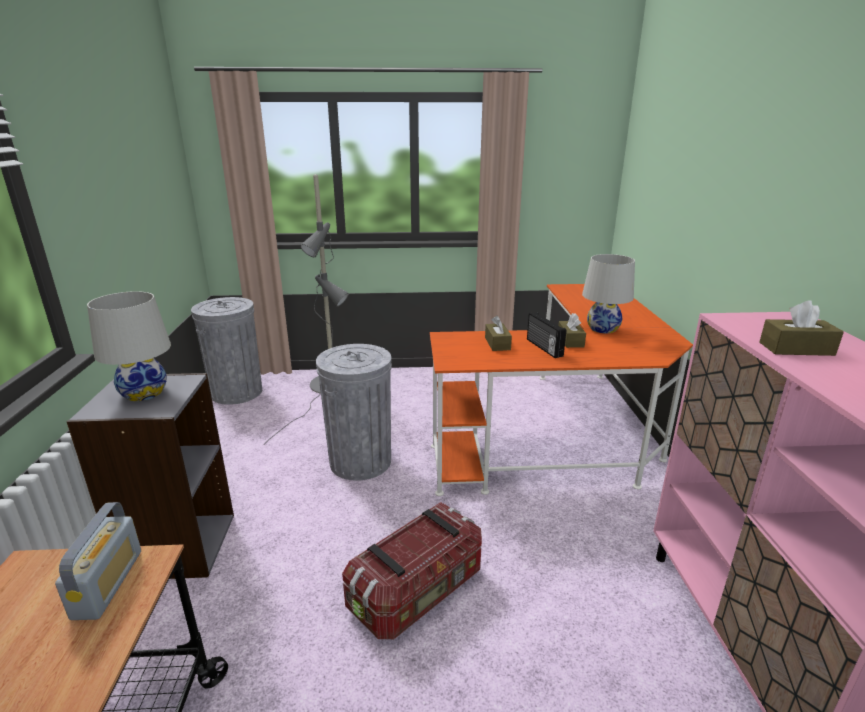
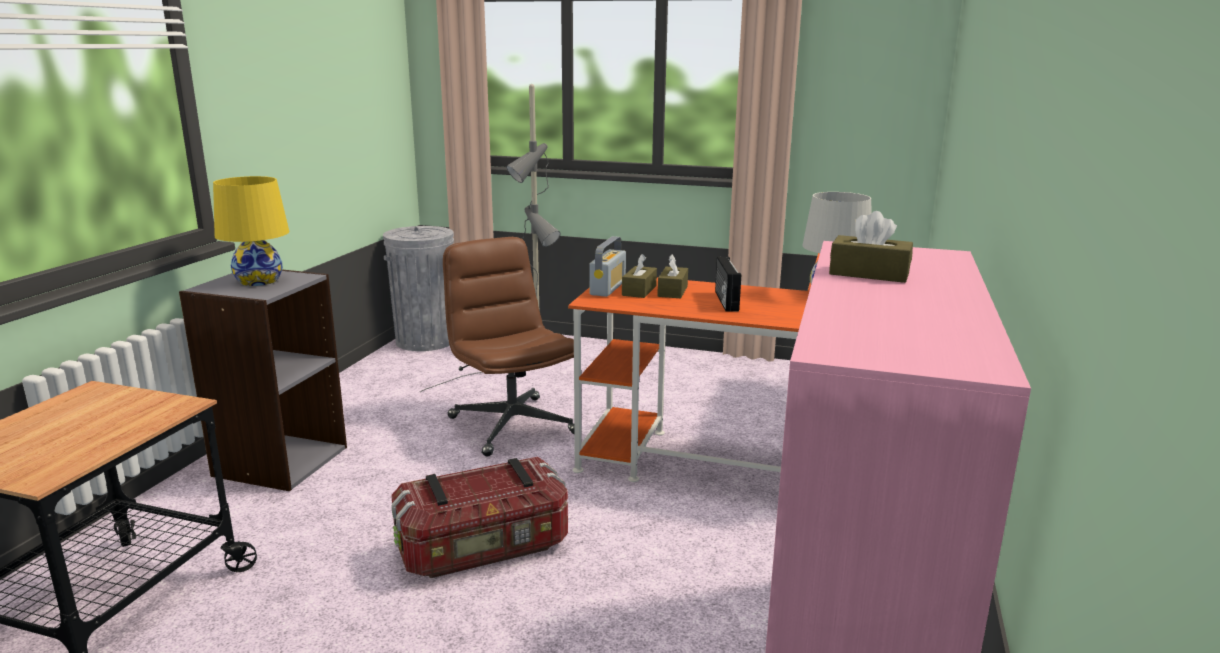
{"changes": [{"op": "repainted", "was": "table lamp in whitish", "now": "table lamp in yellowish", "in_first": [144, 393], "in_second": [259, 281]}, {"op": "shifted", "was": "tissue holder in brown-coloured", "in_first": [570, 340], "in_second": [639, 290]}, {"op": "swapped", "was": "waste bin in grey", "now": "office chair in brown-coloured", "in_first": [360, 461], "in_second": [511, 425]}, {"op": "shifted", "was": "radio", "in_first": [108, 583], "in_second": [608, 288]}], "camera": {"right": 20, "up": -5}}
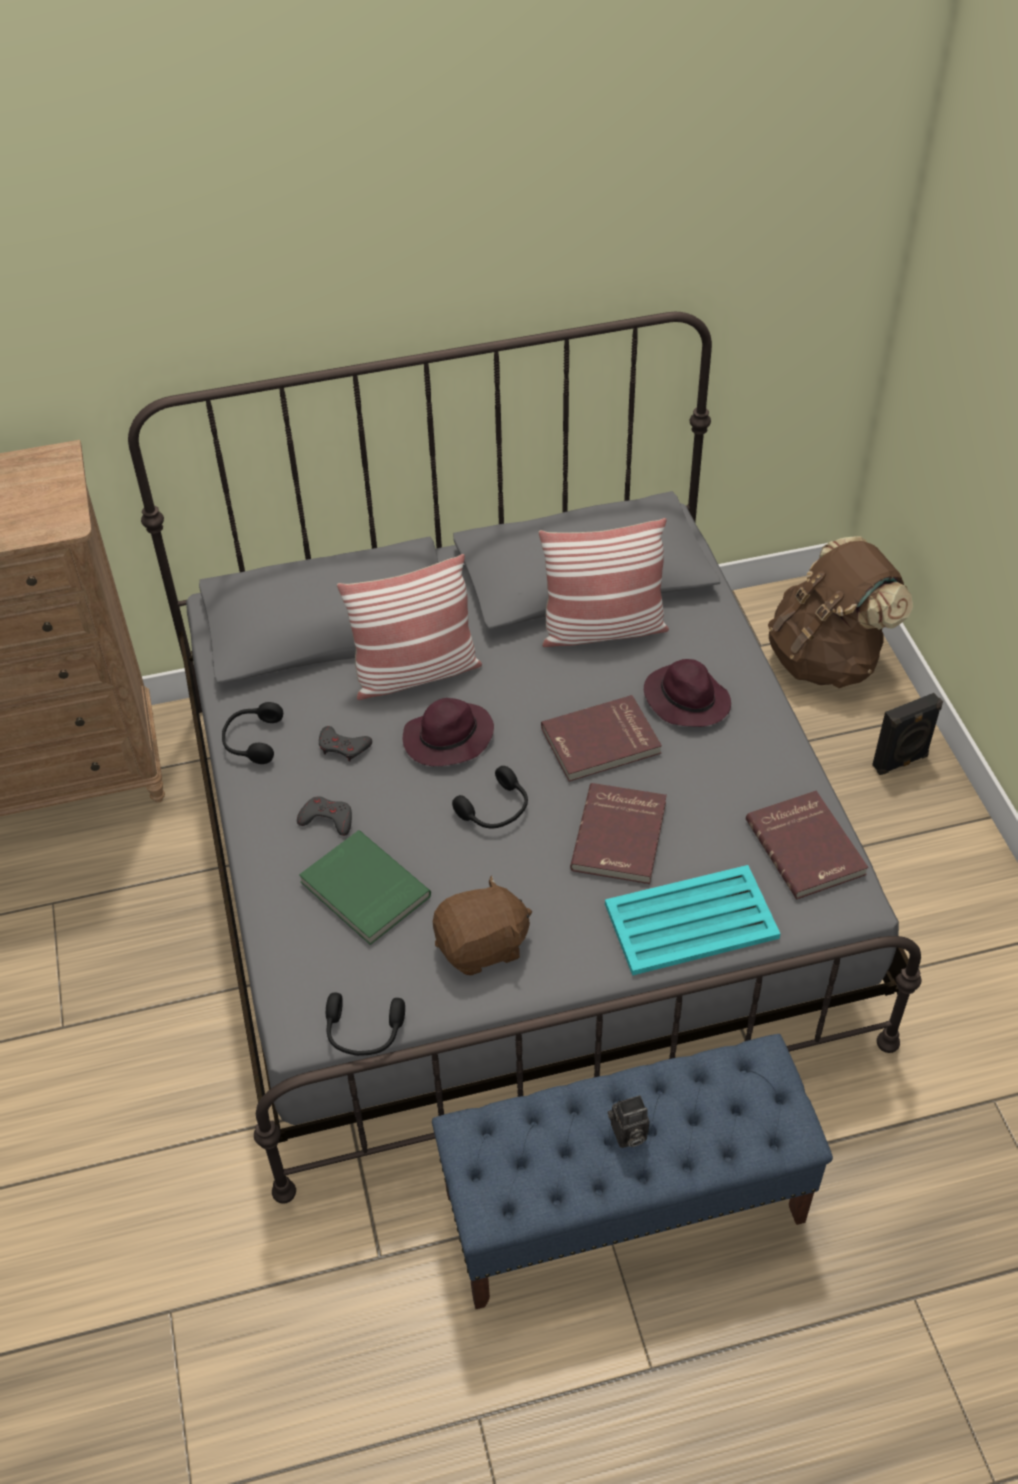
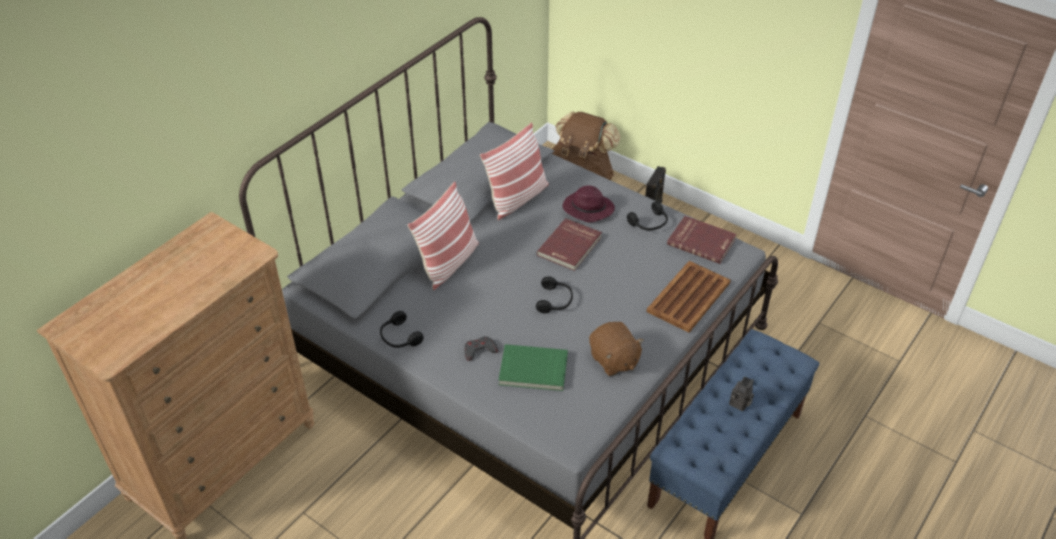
{"changes": [{"op": "gone", "was": "wearable hat in purple", "in_first": [447, 739]}, {"op": "gone", "was": "gamepad in grey", "in_first": [343, 747]}, {"op": "gone", "was": "book in red-coloured", "in_first": [621, 836]}, {"op": "repainted", "was": "tray in turquoise", "now": "tray in brown-coloured", "in_first": [689, 921], "in_second": [688, 297]}, {"op": "rotated", "was": "soft toy in brown-coloured", "in_first": [482, 946], "in_second": [613, 360], "clockwise": 120}, {"op": "shifted", "was": "headphones in black", "in_first": [363, 1033], "in_second": [649, 223]}], "camera": {"right": -40, "up": -5}}
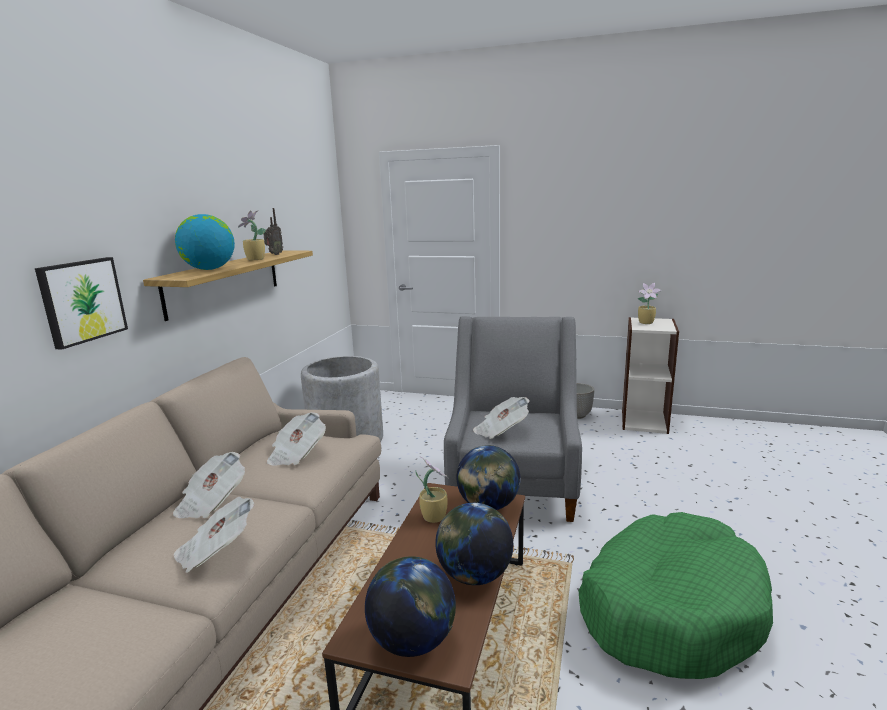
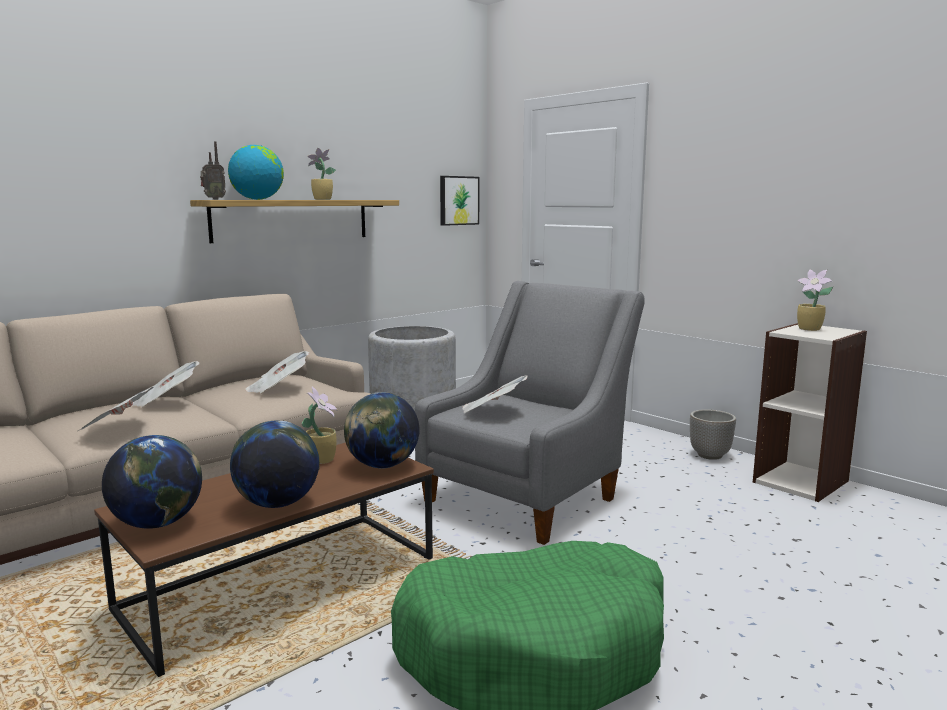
{"changes": [{"op": "shifted", "was": "radio", "in_first": [274, 254], "in_second": [213, 199]}, {"op": "shifted", "was": "picture", "in_first": [82, 301], "in_second": [458, 200]}], "camera": {"right": 30, "up": -5}}
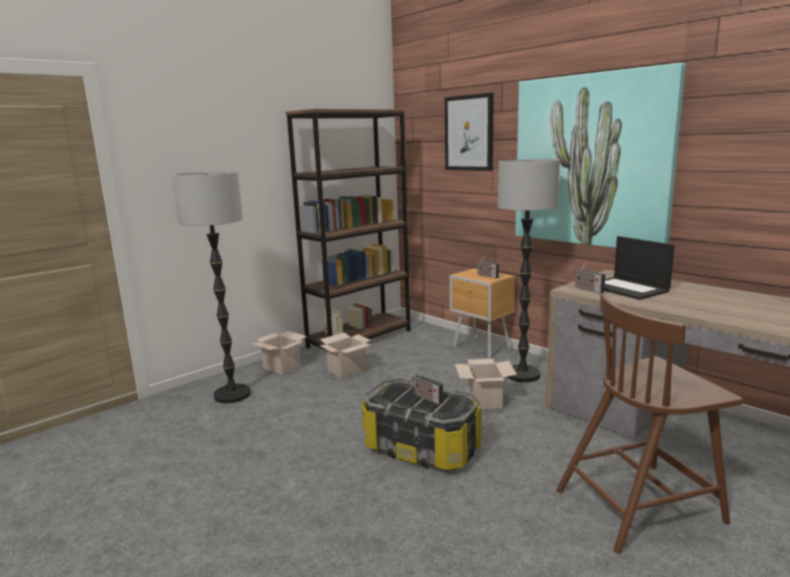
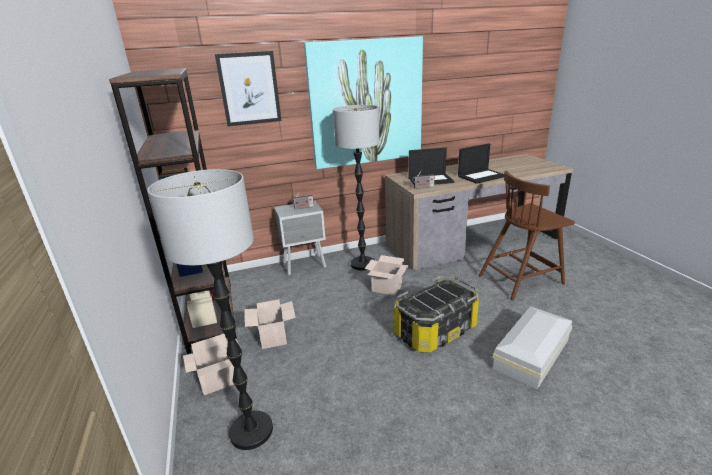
{"changes": [{"op": "repainted", "was": "nightstand in brown-coloured", "now": "nightstand in grey", "in_first": [482, 348], "in_second": [305, 265]}, {"op": "rotated", "was": "upright chair in brown-coloured", "in_first": [640, 505], "in_second": [521, 279], "clockwise": 60}, {"op": "gone", "was": "radio", "in_first": [426, 398]}, {"op": "new", "now": "laptop", "in_second": [482, 176]}, {"op": "new", "now": "storage bin in whitish", "in_second": [533, 353]}], "camera": {"right": -65, "up": 10}}
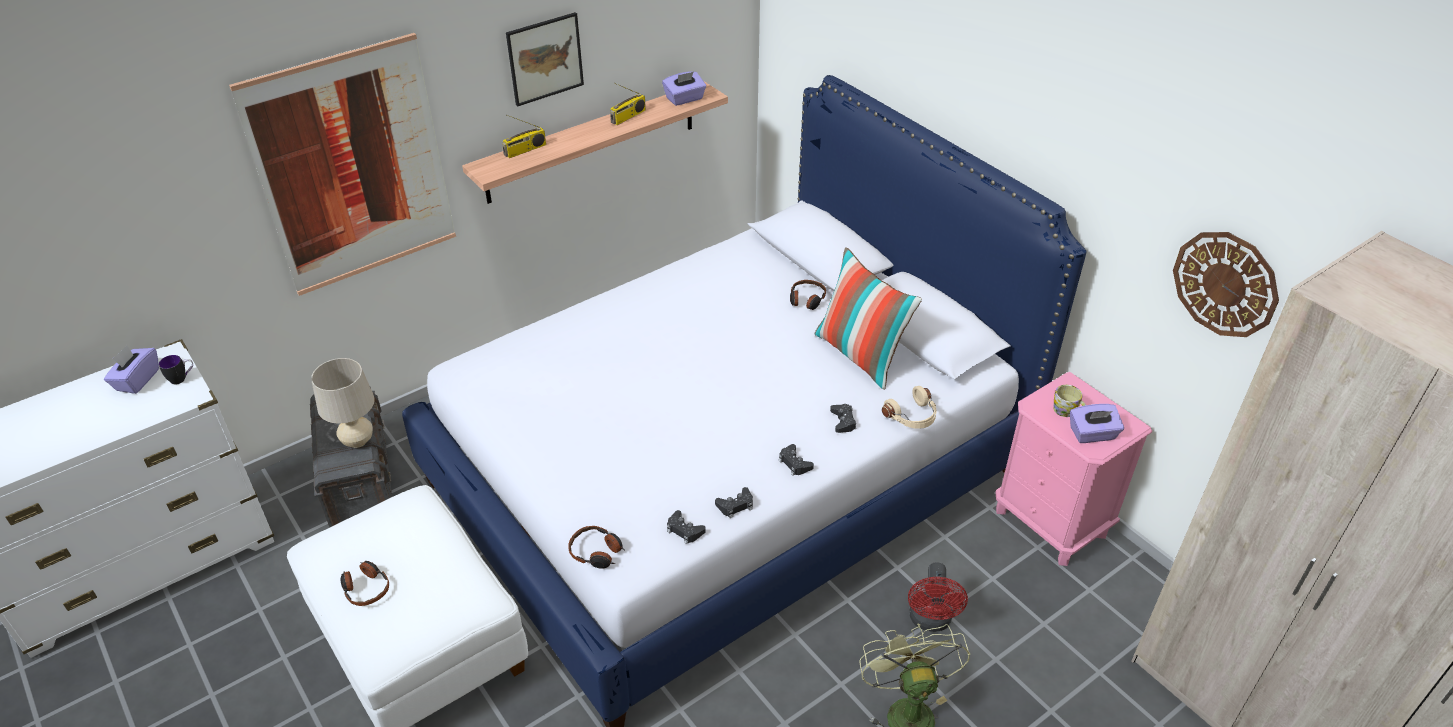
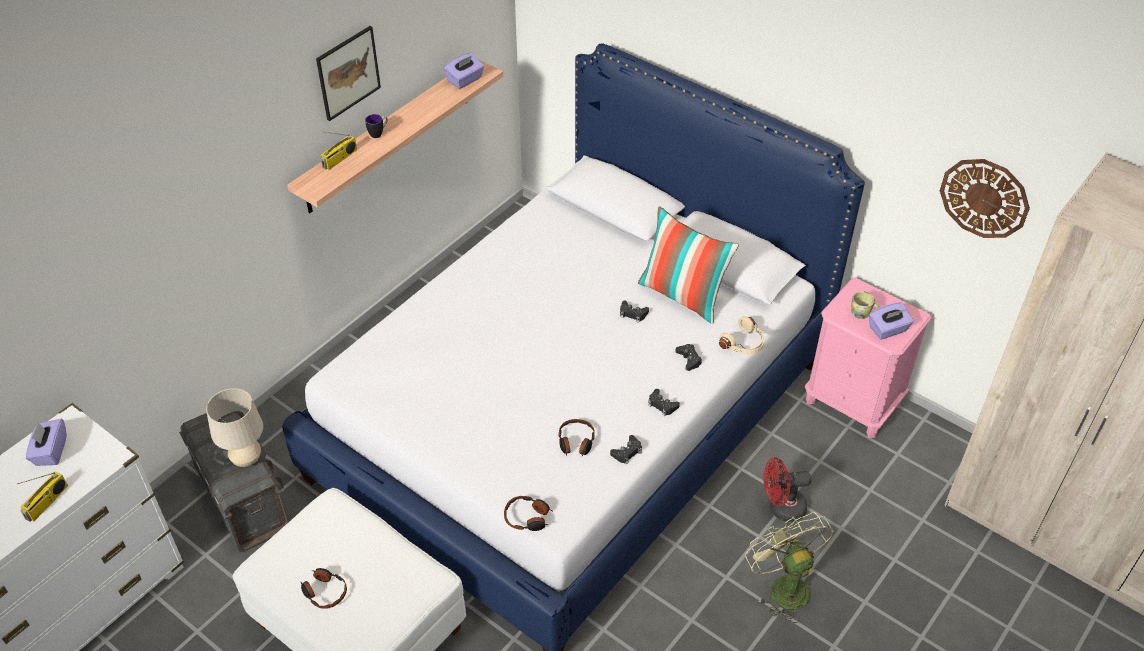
{"changes": [{"op": "gone", "was": "picture", "in_first": [353, 167]}, {"op": "shifted", "was": "radio", "in_first": [628, 117], "in_second": [47, 503]}, {"op": "shifted", "was": "headphones", "in_first": [806, 300], "in_second": [576, 442]}, {"op": "shifted", "was": "mug", "in_first": [182, 379], "in_second": [378, 133]}, {"op": "shifted", "was": "gamepad in black", "in_first": [684, 530], "in_second": [632, 314]}, {"op": "rotated", "was": "cooling fan in red-coloured", "in_first": [930, 621], "in_second": [781, 508], "clockwise": 90}], "camera": {"right": -15, "up": 5}}
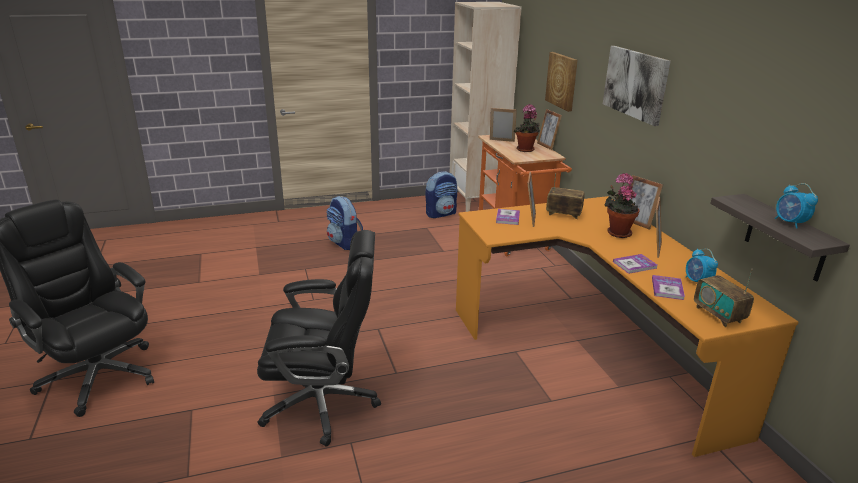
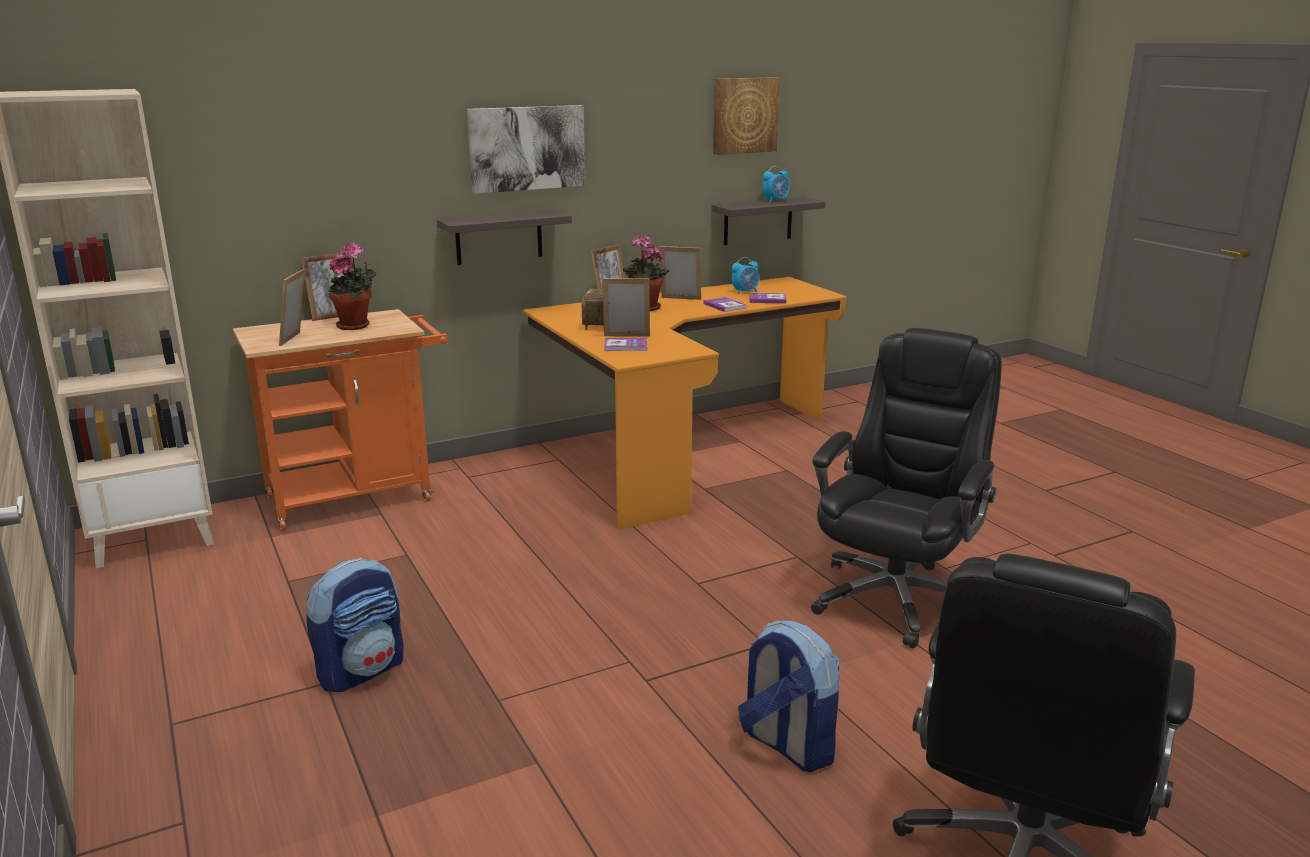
{"changes": [{"op": "shifted", "was": "picture", "in_first": [562, 81], "in_second": [744, 115]}, {"op": "shifted", "was": "knapsack", "in_first": [441, 213], "in_second": [787, 745]}, {"op": "rotated", "was": "office chair in black", "in_first": [323, 403], "in_second": [895, 597], "clockwise": 45}, {"op": "gone", "was": "radio", "in_first": [718, 315]}, {"op": "new", "now": "bracket shelf", "in_second": [499, 237]}], "camera": {"right": -100, "up": -5}}
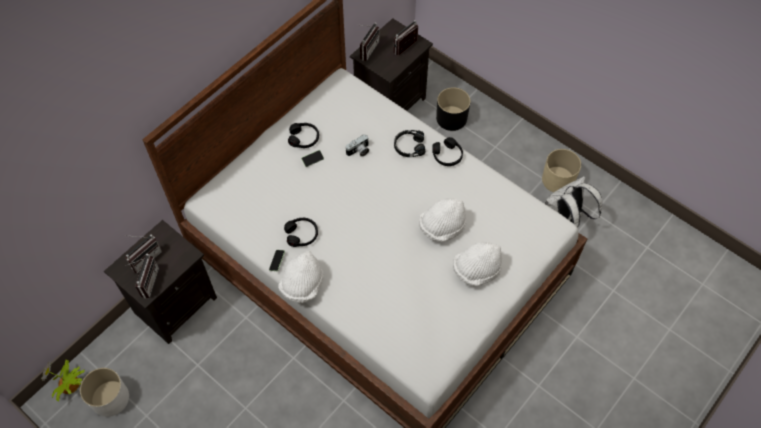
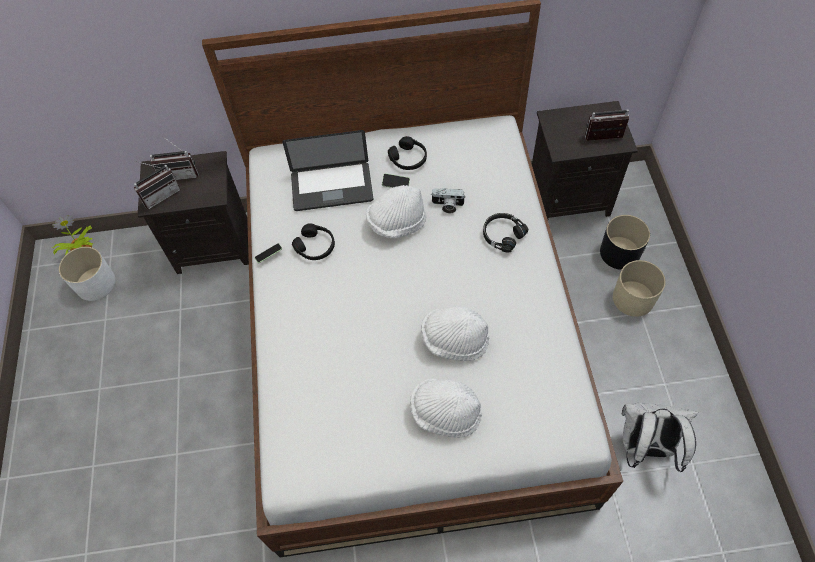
{"changes": [{"op": "gone", "was": "radio", "in_first": [366, 49]}, {"op": "gone", "was": "headphones in black", "in_first": [447, 155]}, {"op": "shifted", "was": "flower pot in beige", "in_first": [558, 180], "in_second": [633, 299]}, {"op": "shifted", "was": "wearable hat in whitish", "in_first": [302, 285], "in_second": [396, 223]}, {"op": "new", "now": "laptop", "in_second": [332, 187]}], "camera": {"right": 45, "up": 0}}
